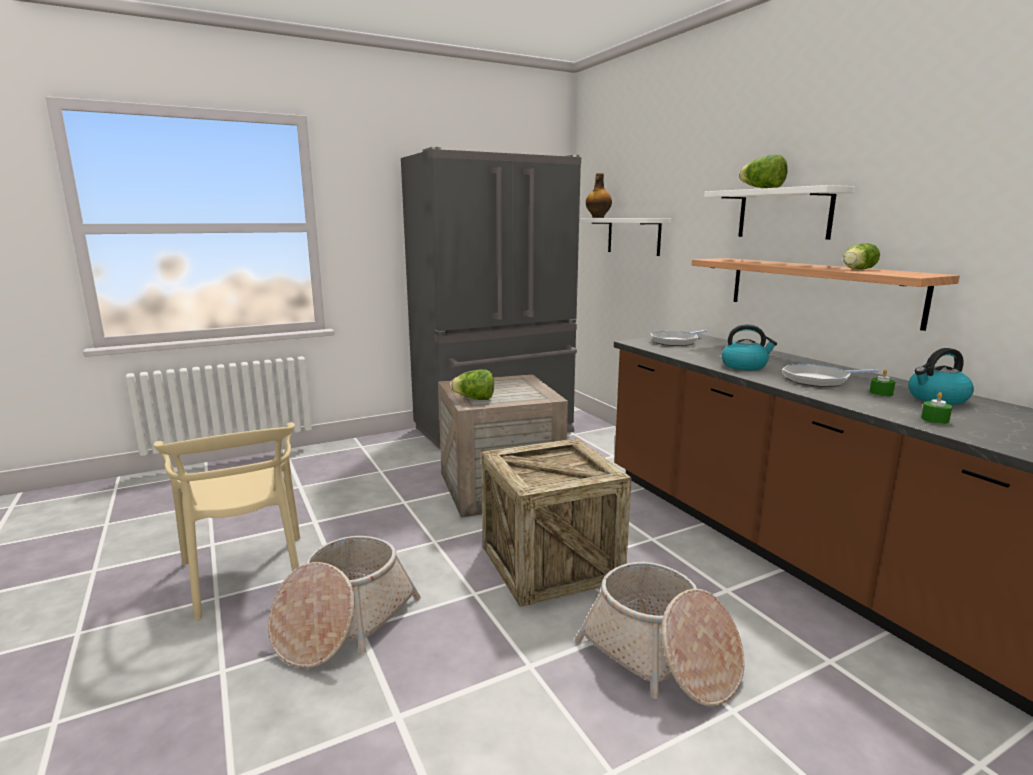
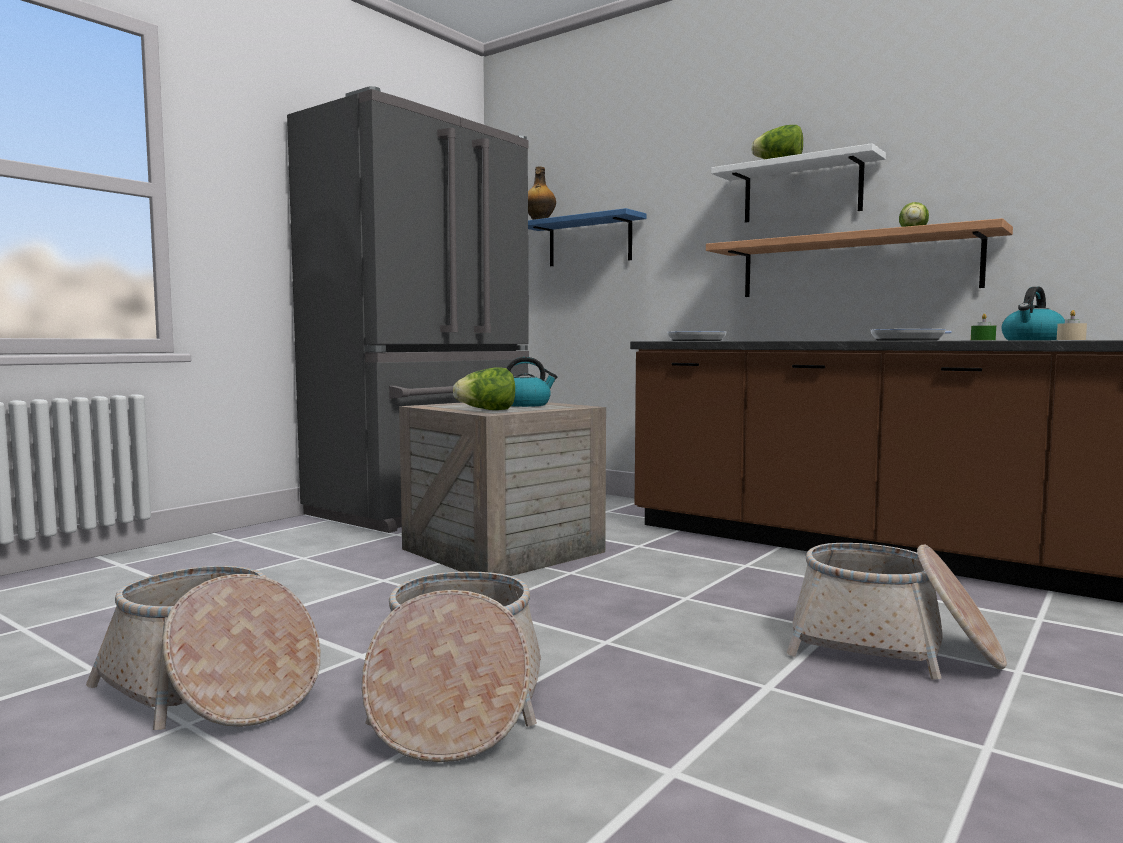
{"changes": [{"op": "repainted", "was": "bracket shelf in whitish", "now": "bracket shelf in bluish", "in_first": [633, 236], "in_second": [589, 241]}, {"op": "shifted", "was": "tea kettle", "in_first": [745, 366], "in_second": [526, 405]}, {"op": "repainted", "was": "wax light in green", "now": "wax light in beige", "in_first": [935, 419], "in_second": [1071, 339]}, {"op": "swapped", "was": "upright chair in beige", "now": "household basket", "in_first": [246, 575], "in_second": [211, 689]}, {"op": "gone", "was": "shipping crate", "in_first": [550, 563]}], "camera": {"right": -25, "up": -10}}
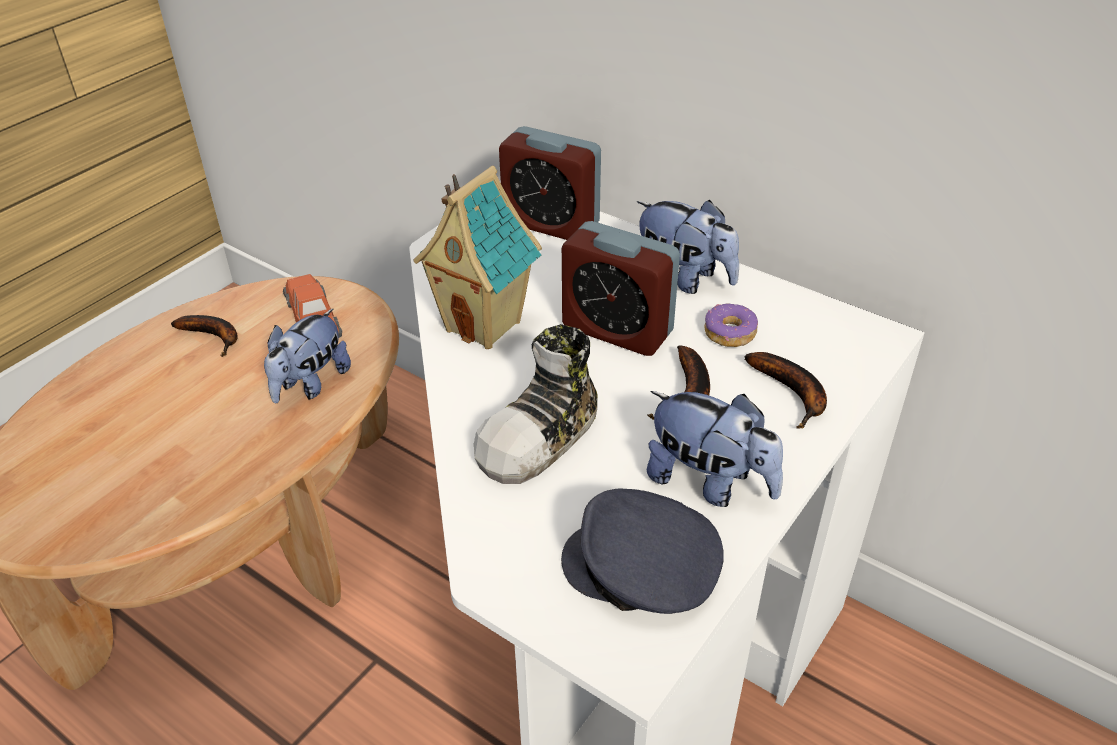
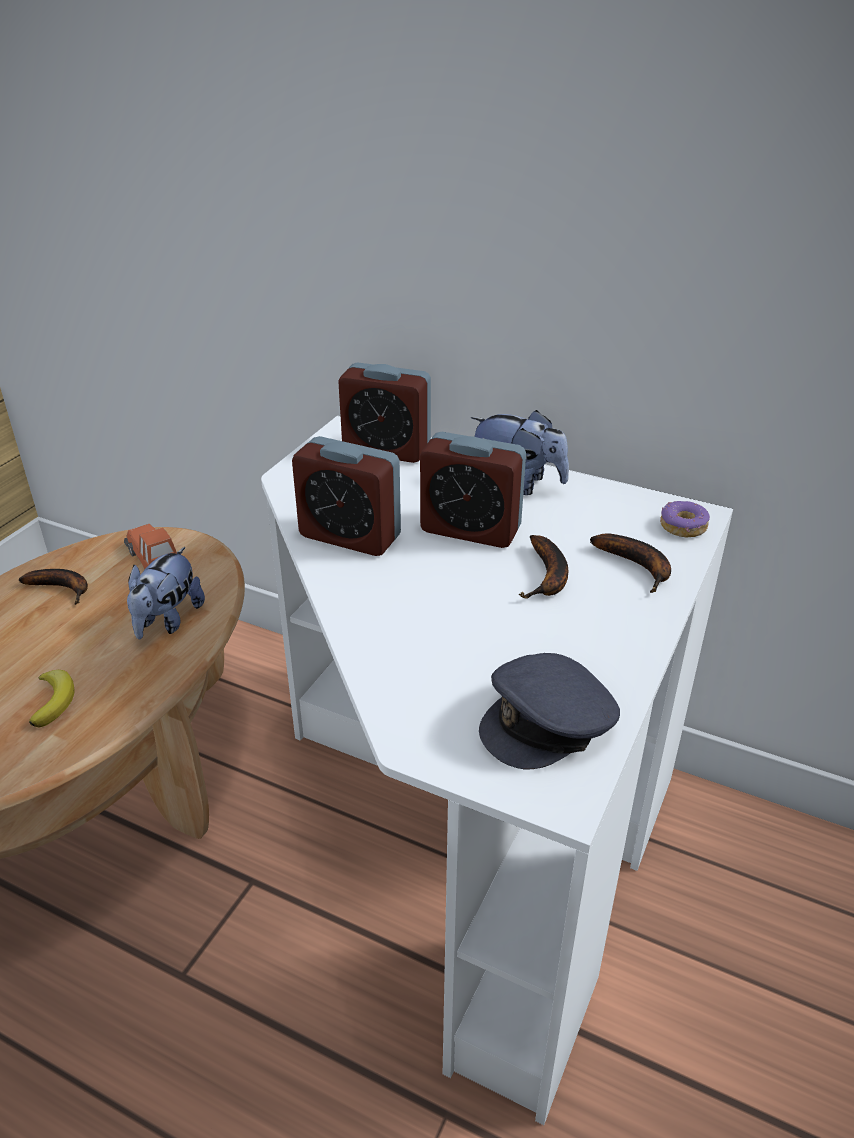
{"changes": [{"op": "swapped", "was": "toy house", "now": "table clock", "in_first": [485, 325], "in_second": [350, 536]}, {"op": "shifted", "was": "doughnut", "in_first": [729, 333], "in_second": [683, 527]}, {"op": "gone", "was": "low shoe", "in_first": [541, 437]}, {"op": "gone", "was": "soft toy", "in_first": [709, 482]}, {"op": "rotated", "was": "peaked cap in grey", "in_first": [642, 571], "in_second": [549, 722], "clockwise": -45}, {"op": "new", "now": "whole banana", "in_second": [54, 700]}], "camera": {"right": -10, "up": -5}}
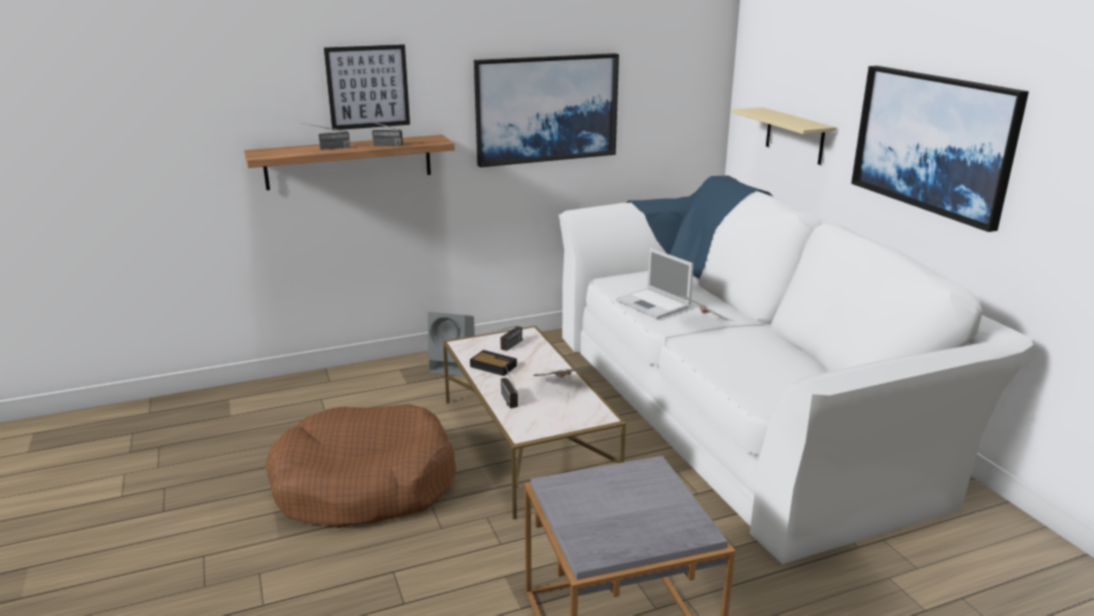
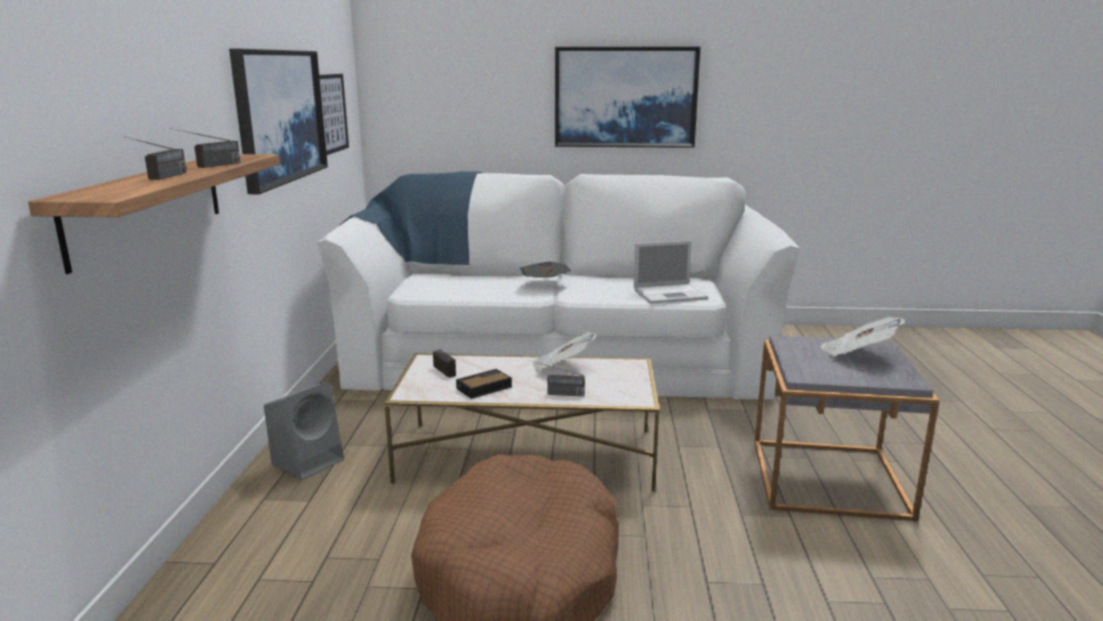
{"changes": [{"op": "shifted", "was": "picture", "in_first": [368, 87], "in_second": [332, 113]}, {"op": "gone", "was": "bracket shelf in beige", "in_first": [794, 136]}, {"op": "shifted", "was": "laptop", "in_first": [654, 304], "in_second": [671, 294]}, {"op": "new", "now": "daily paper", "in_second": [857, 354]}], "camera": {"right": -65, "up": -5}}
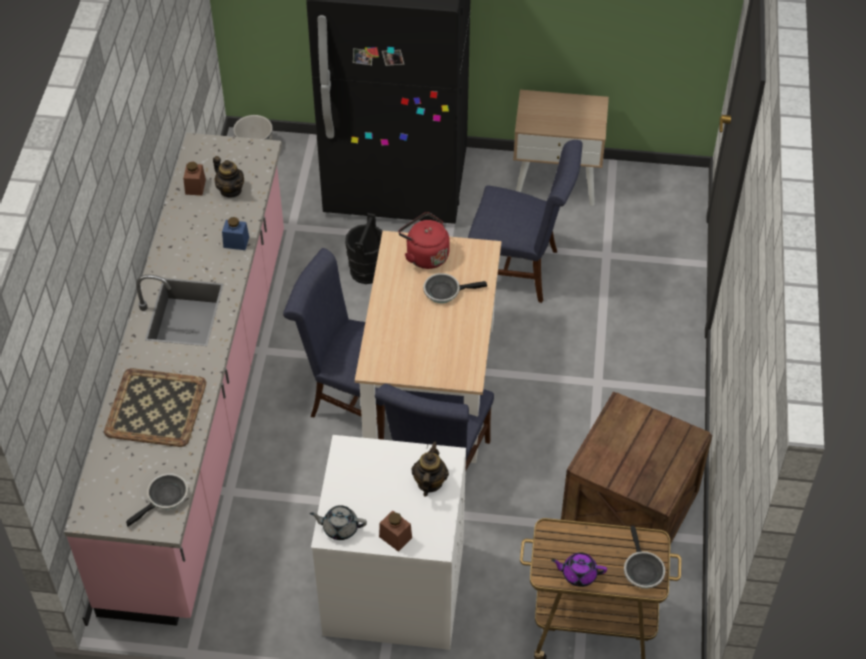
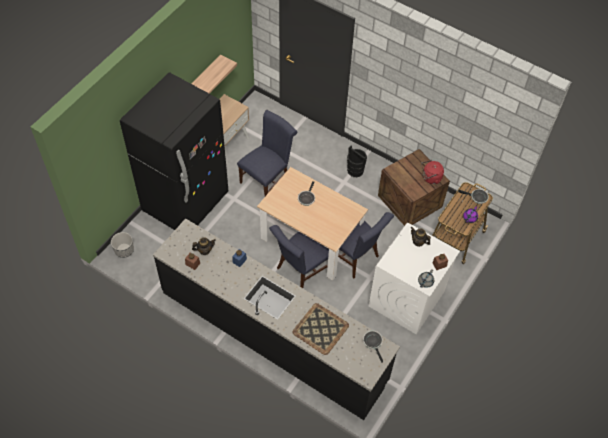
{"changes": [{"op": "repainted", "was": "counter in pink", "now": "counter in black", "in_first": [201, 411], "in_second": [273, 335]}, {"op": "shifted", "was": "tea kettle in red-coloured", "in_first": [425, 255], "in_second": [430, 178]}, {"op": "shifted", "was": "water bucket in black", "in_first": [367, 271], "in_second": [355, 170]}, {"op": "new", "now": "bracket shelf", "in_second": [204, 77]}], "camera": {"right": -65, "up": 5}}
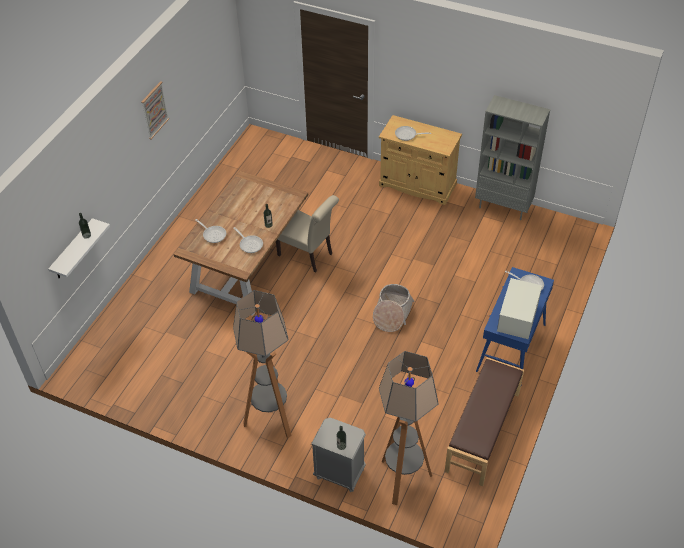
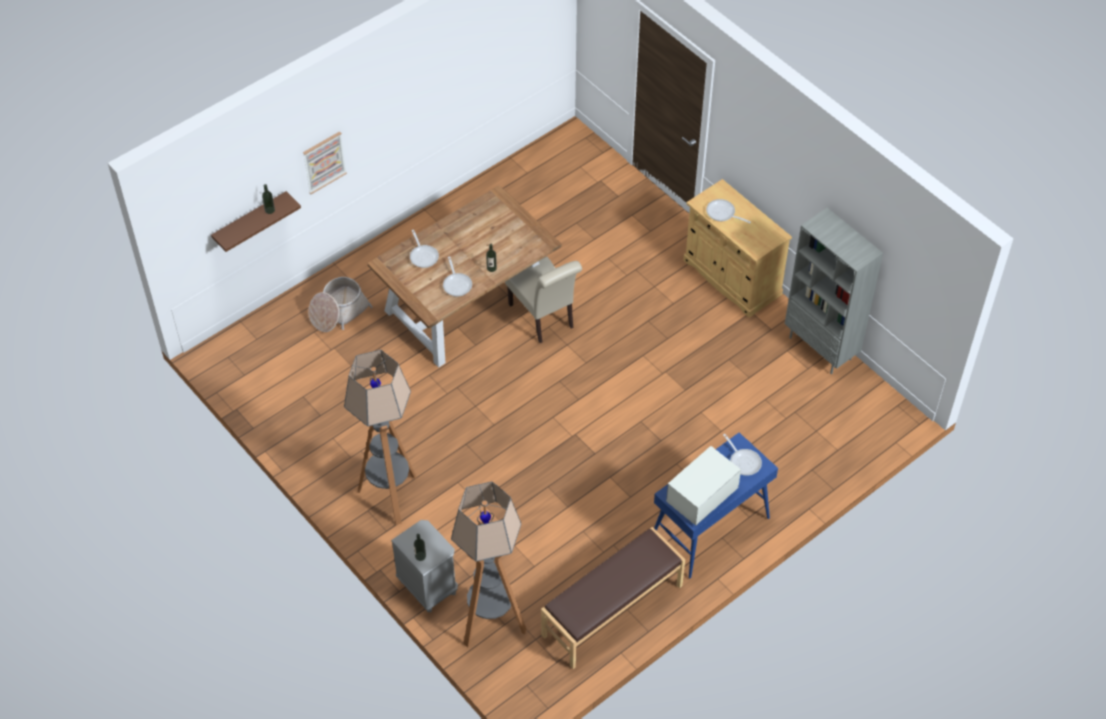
{"changes": [{"op": "shifted", "was": "picture", "in_first": [154, 110], "in_second": [324, 162]}, {"op": "repainted", "was": "bracket shelf in whitish", "now": "bracket shelf in brown-coloured", "in_first": [73, 250], "in_second": [250, 221]}, {"op": "shifted", "was": "household basket", "in_first": [392, 313], "in_second": [338, 312]}], "camera": {"right": 25, "up": 5}}
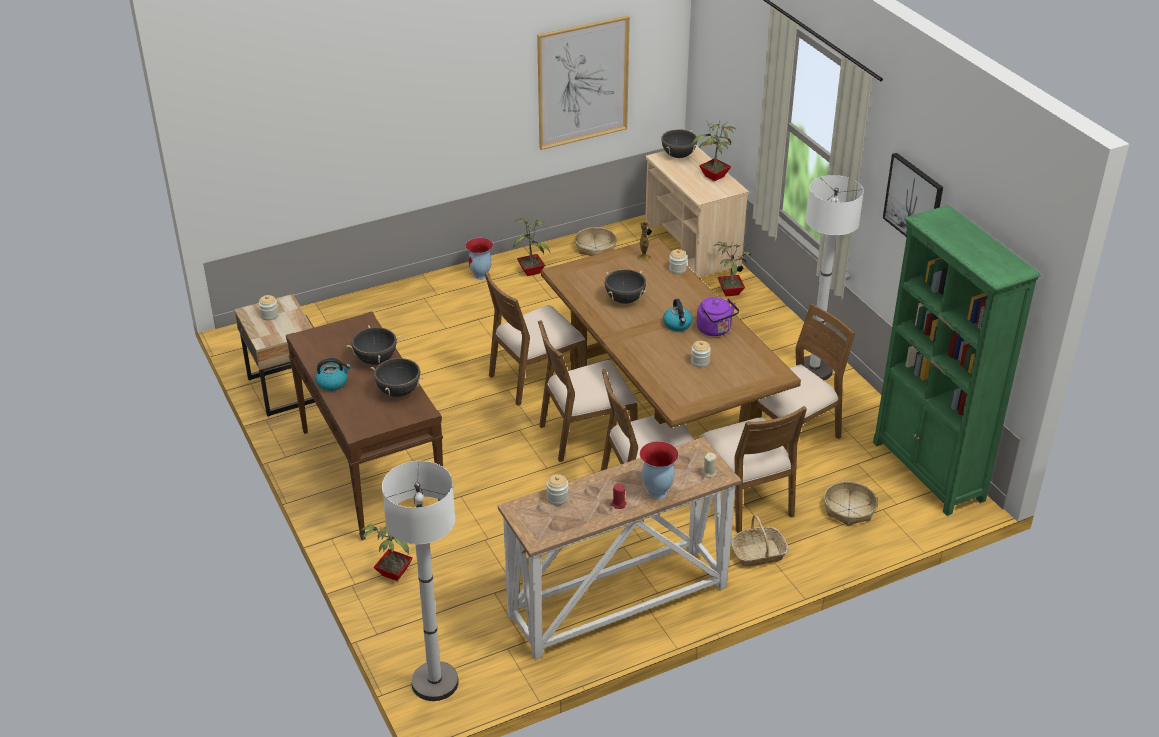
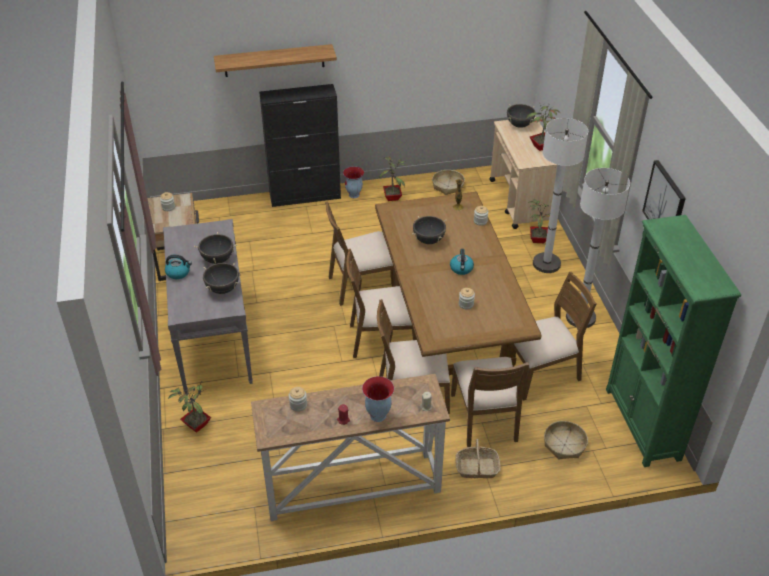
{"changes": [{"op": "gone", "was": "picture", "in_first": [583, 82]}, {"op": "gone", "was": "tea kettle in purple", "in_first": [715, 330]}, {"op": "repainted", "was": "hall table in brown-coloured", "now": "hall table in grey", "in_first": [371, 470], "in_second": [213, 338]}, {"op": "shifted", "was": "standing lamp in whitish", "in_first": [435, 682], "in_second": [546, 264]}, {"op": "new", "now": "bracket shelf", "in_second": [274, 60]}, {"op": "new", "now": "cabinet in black", "in_second": [305, 196]}], "camera": {"right": 15, "up": 5}}
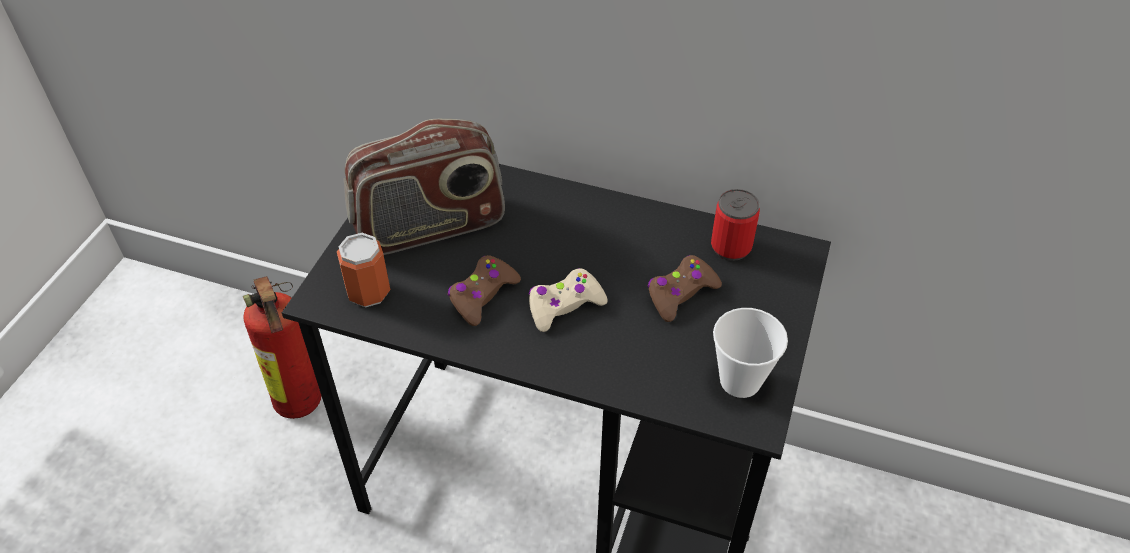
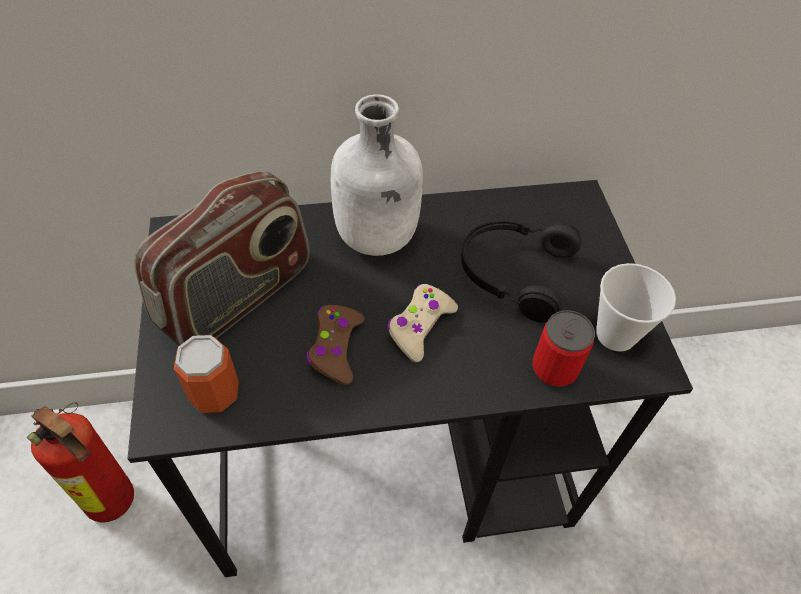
{"changes": [{"op": "shifted", "was": "sealed can", "in_first": [731, 247], "in_second": [554, 369]}, {"op": "swapped", "was": "gamepad in brown-coloured", "now": "headphones in black", "in_first": [680, 294], "in_second": [513, 273]}, {"op": "new", "now": "drink bottle in whitish", "in_second": [376, 238]}], "camera": {"right": -30, "up": 5}}
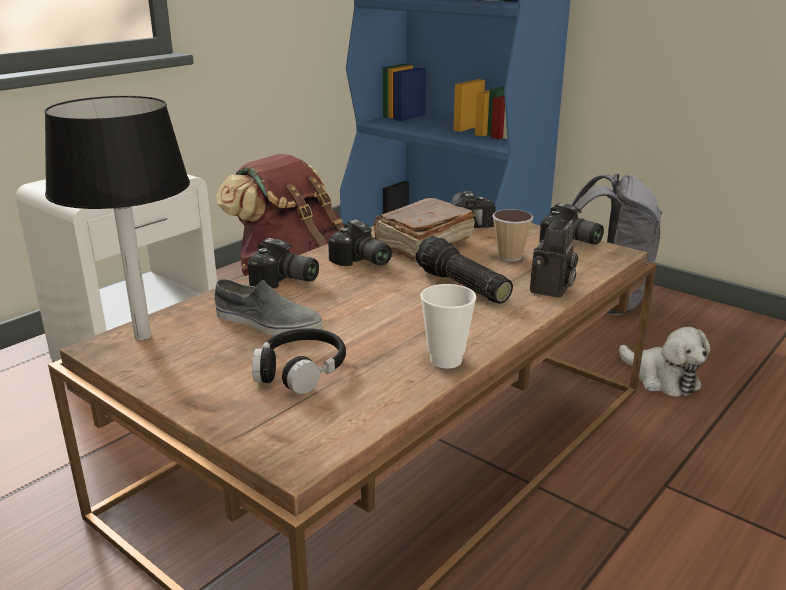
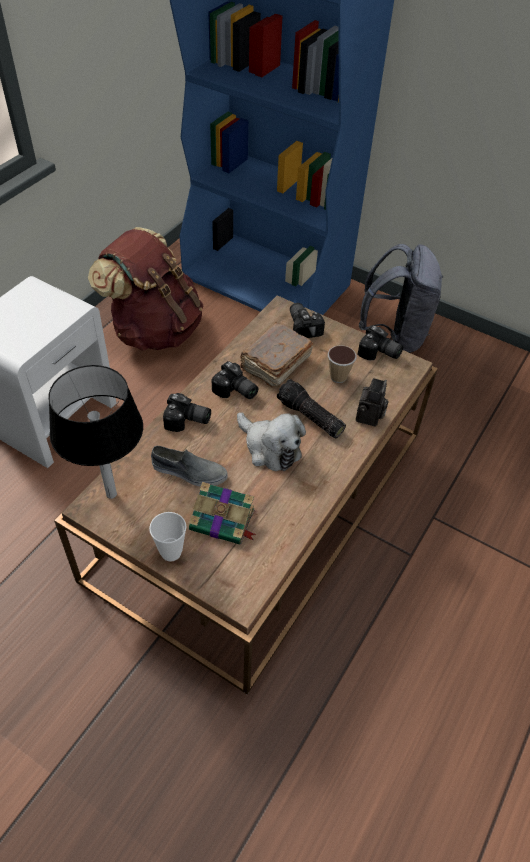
{"changes": [{"op": "shifted", "was": "small cup", "in_first": [446, 360], "in_second": [171, 552]}, {"op": "shifted", "was": "soft toy", "in_first": [662, 379], "in_second": [270, 448]}, {"op": "swapped", "was": "headphones in black", "now": "book", "in_first": [300, 370], "in_second": [223, 520]}], "camera": {"right": -10, "up": 25}}
